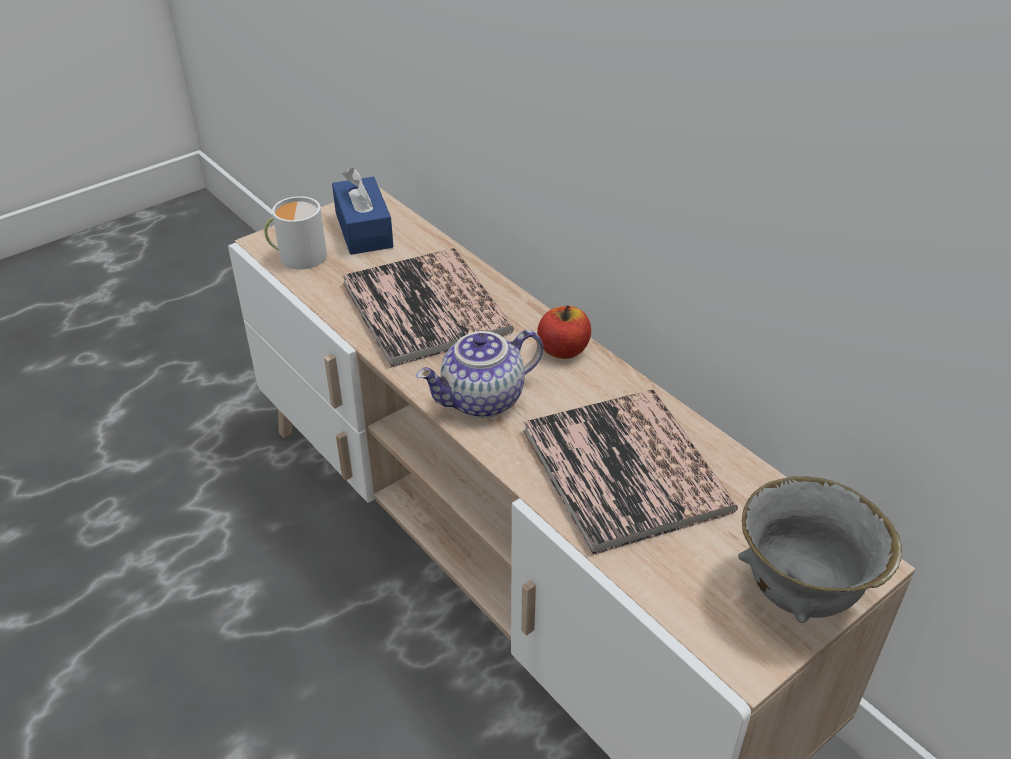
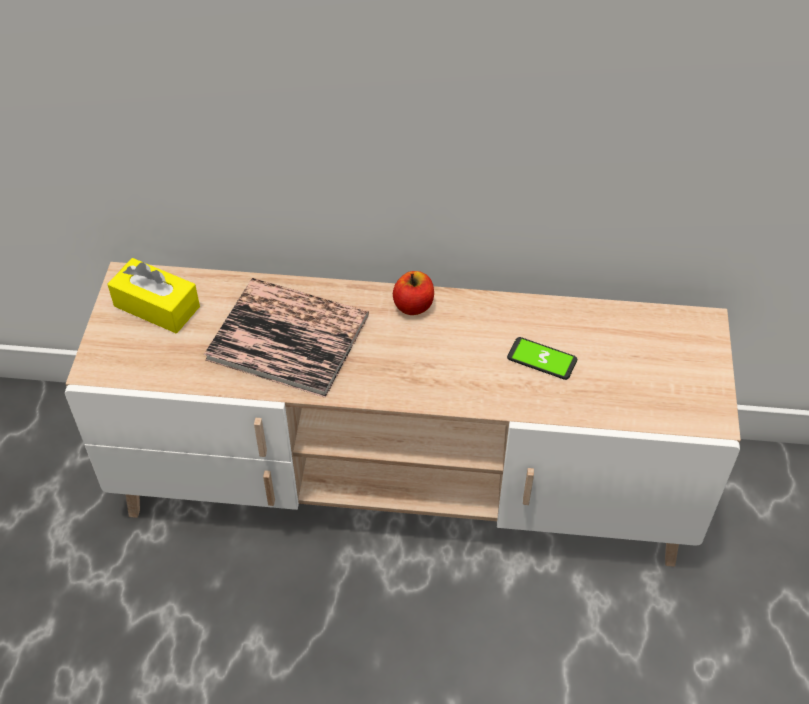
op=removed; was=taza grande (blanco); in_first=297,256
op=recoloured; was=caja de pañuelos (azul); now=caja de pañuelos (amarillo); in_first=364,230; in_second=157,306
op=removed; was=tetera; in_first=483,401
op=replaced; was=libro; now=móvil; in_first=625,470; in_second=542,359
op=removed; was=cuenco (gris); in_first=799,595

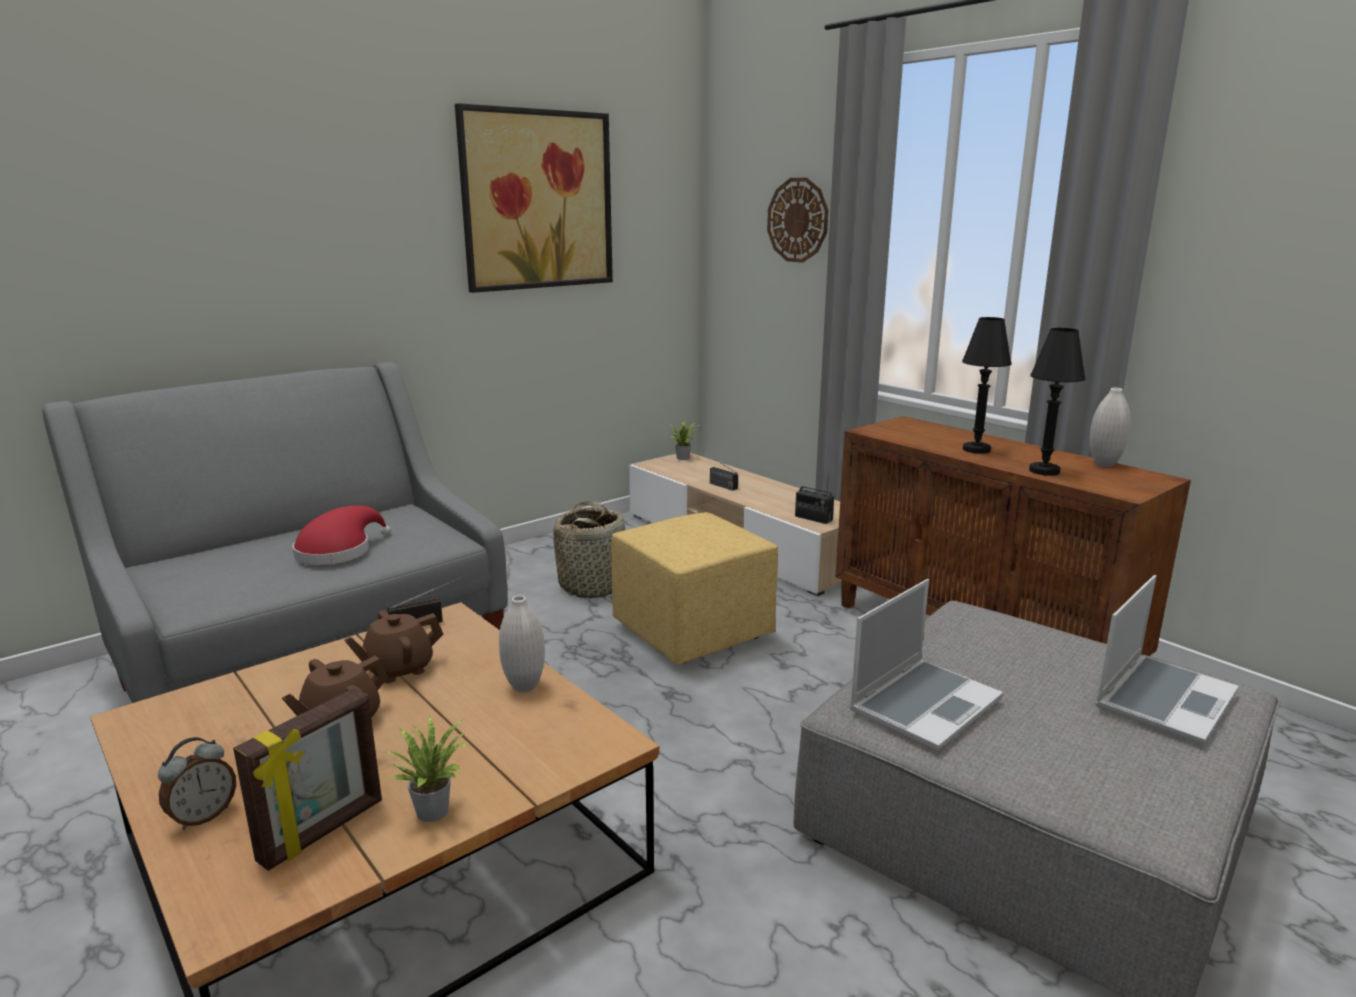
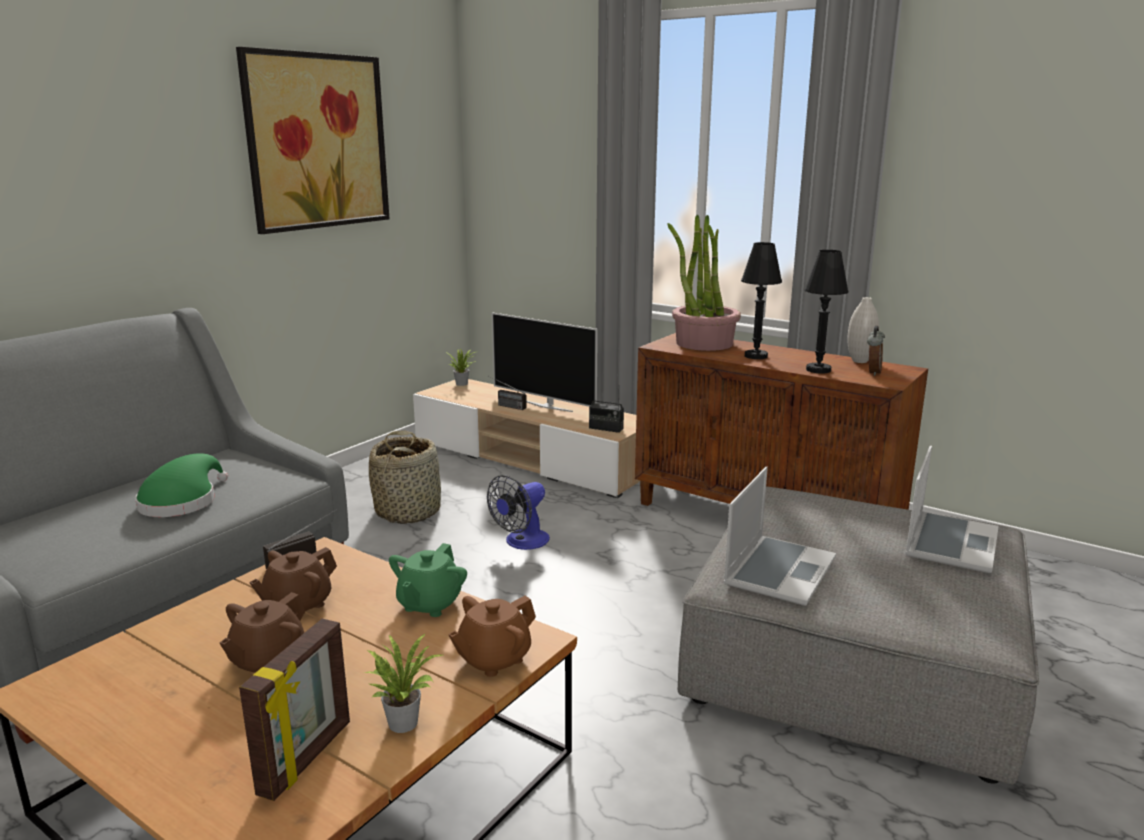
op=moved; was=despertador; in_first=203,816; in_second=872,372
op=recoloured; was=sombrero (rojo); now=sombrero (verde); in_first=338,551; in_second=182,501
op=replaced; was=florero (blanco); now=tetera (verde); in_first=524,687; in_second=429,604
op=replaced; was=puf (amarillo); now=ventilador; in_first=695,632; in_second=521,542
op=removed; was=reloj de pared; in_first=798,220
op=added; now=tetera (marrón); in_second=493,659
op=added; now=televisor; in_second=546,405
op=added; now=planta en maceta; in_second=703,343

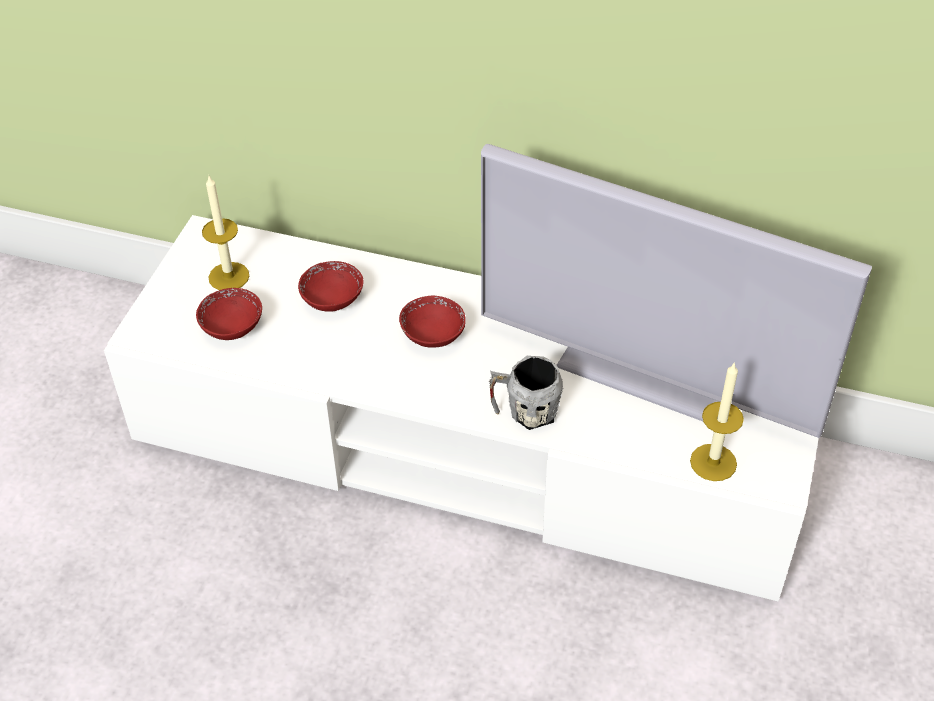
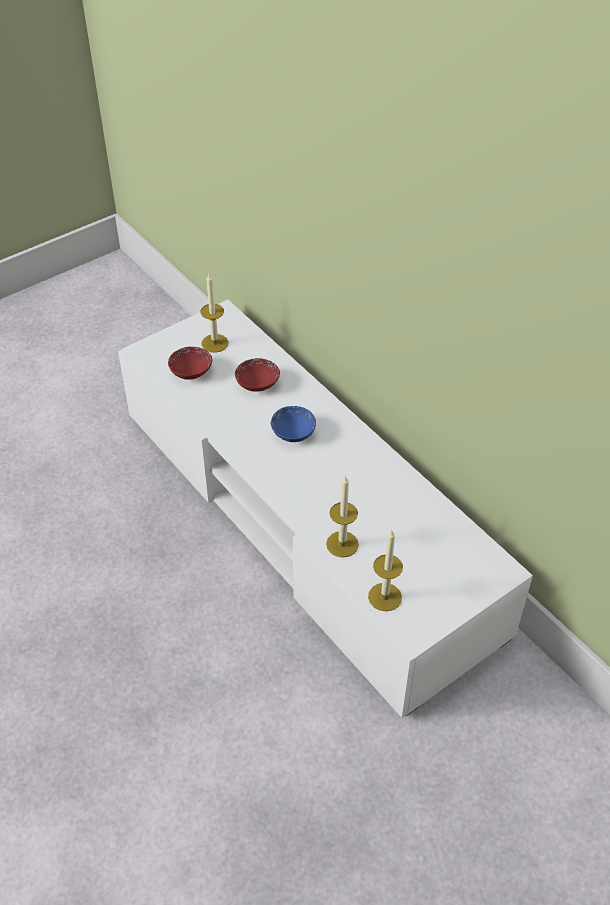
op=recoloured; was=cuenco (rojo); now=cuenco (azul); in_first=432,335; in_second=293,433
op=removed; was=televisor; in_first=648,375
op=removed; was=taza grande (gris); in_first=525,412
op=added; now=vela; in_second=342,544

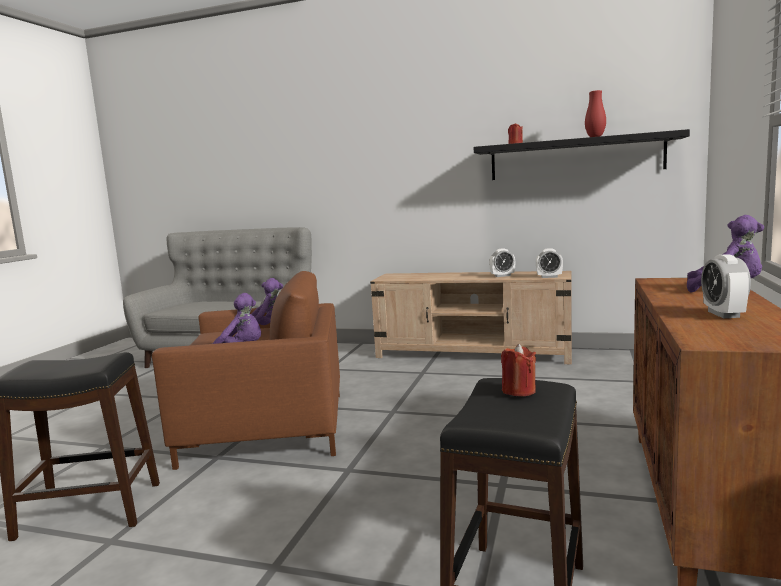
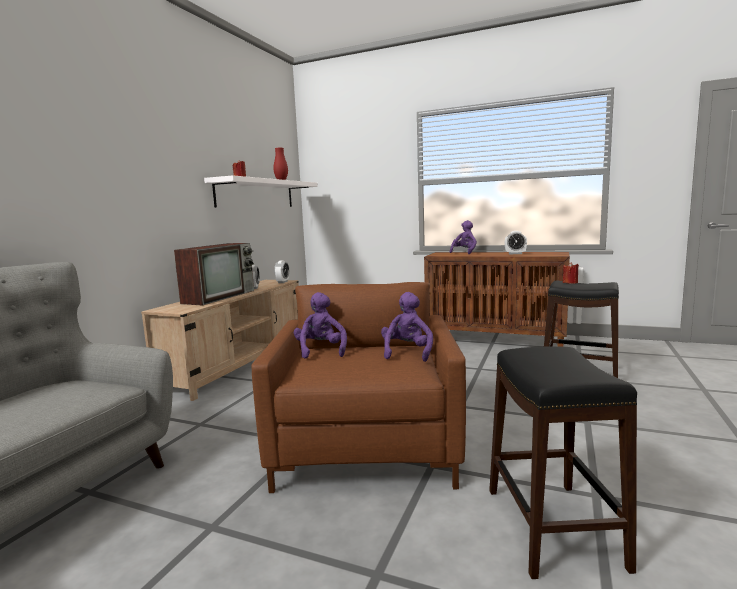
op=recoloured; was=estante (negro); now=estante (blanco); in_first=575,158; in_second=256,194
op=added; now=televisor; in_second=220,296

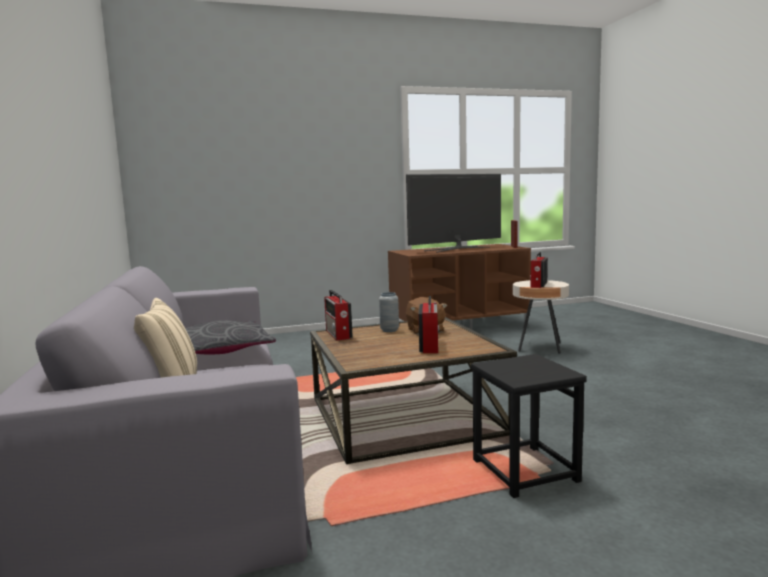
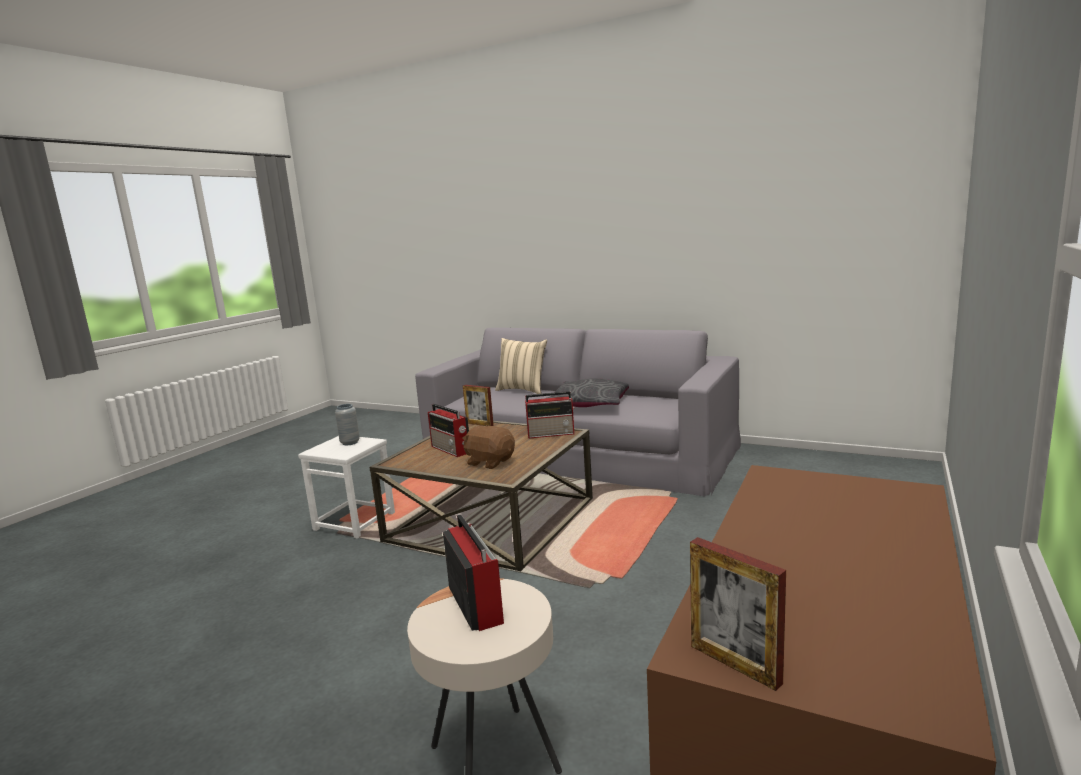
op=turned; was=radio; in_first=338,334; in_second=552,434; clockwise=150
op=moved; was=florero (gris); in_first=389,330; in_second=350,443
op=removed; was=televisor; in_first=457,249
op=recoloured; was=taburete (negro); now=taburete (blanco); in_first=524,471; in_second=355,521
op=added; now=portarretratos; in_second=479,424

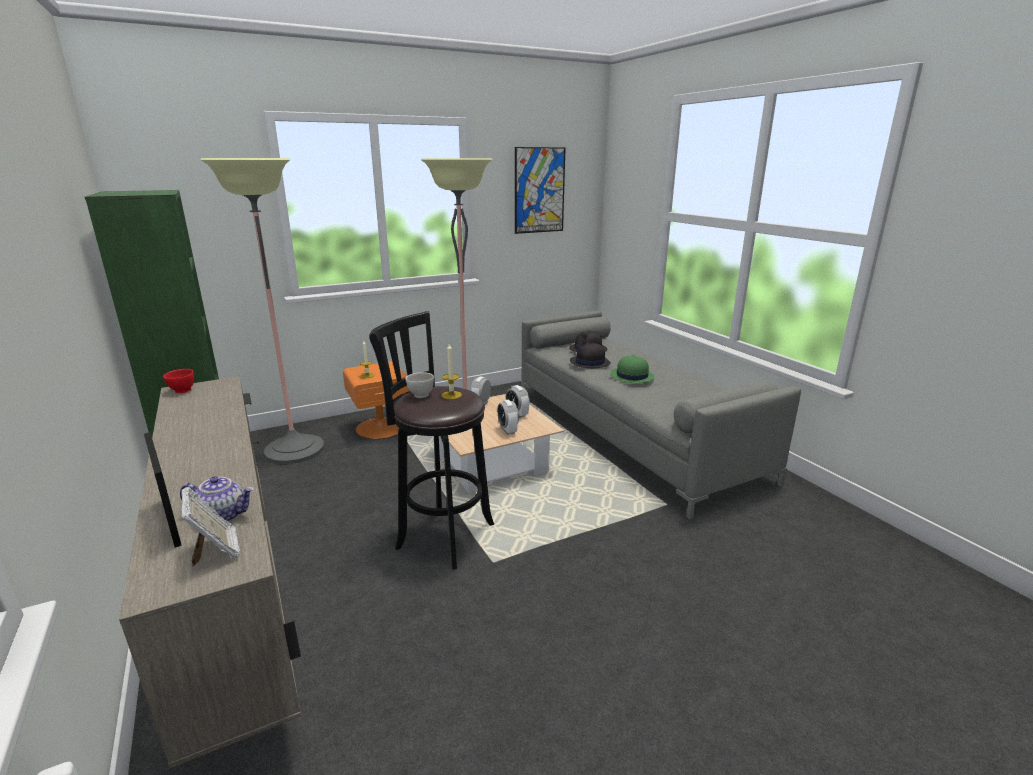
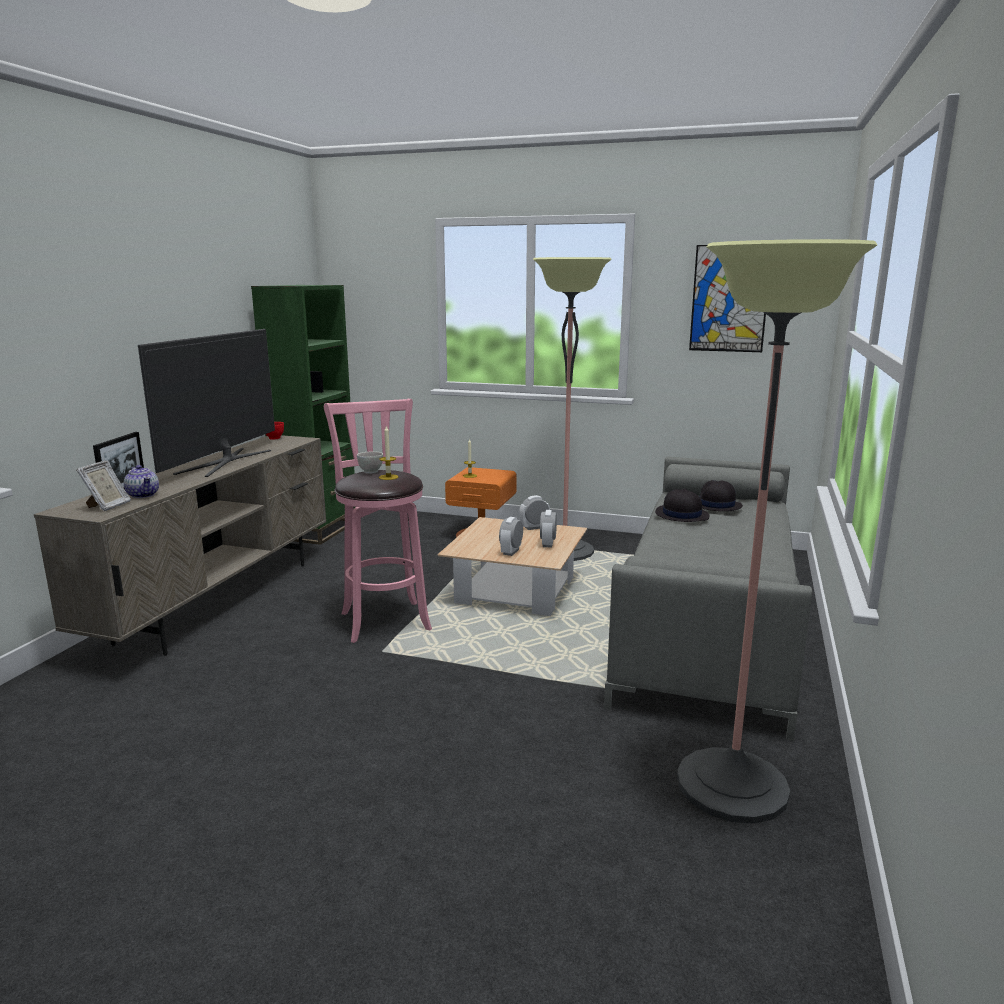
op=moved; was=lámpara de pie; in_first=294,450; in_second=732,785
op=recoloured; was=taburete (negro); now=taburete (rosa); in_first=441,534; in_second=384,619
op=removed; was=sombrero (verde); in_first=631,376
op=added; now=televisor; in_second=225,461

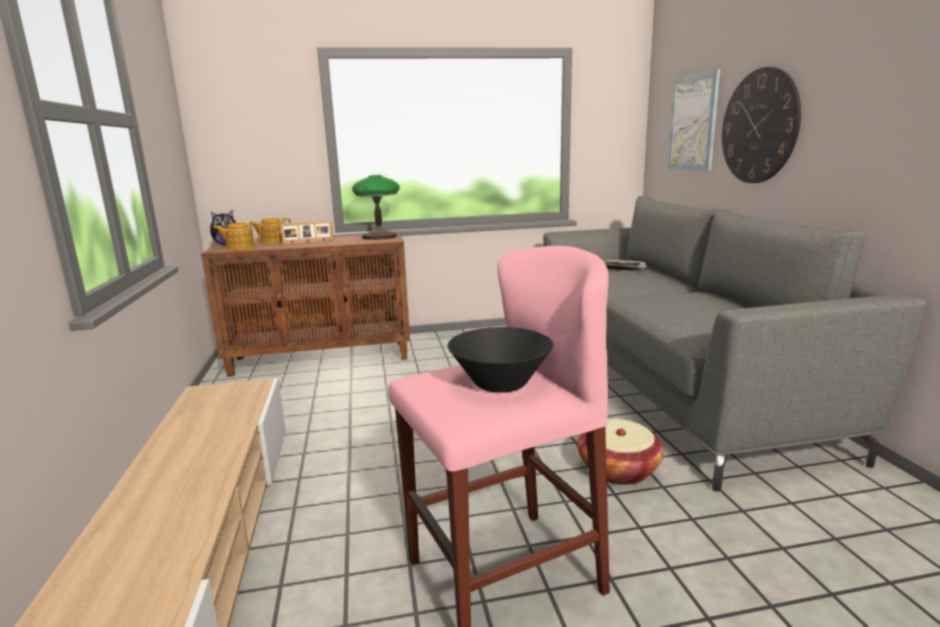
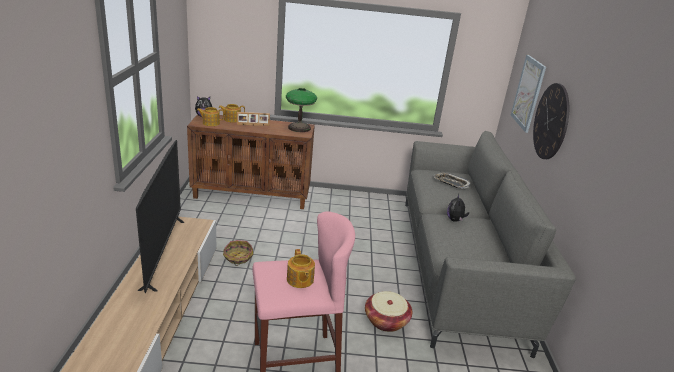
op=replaced; was=cuenco (negro); now=tetera; in_first=500,384; in_second=300,280
op=added; now=televisor; in_second=163,252
op=added; now=cesta; in_second=238,257
op=added; now=peluche; in_second=455,220

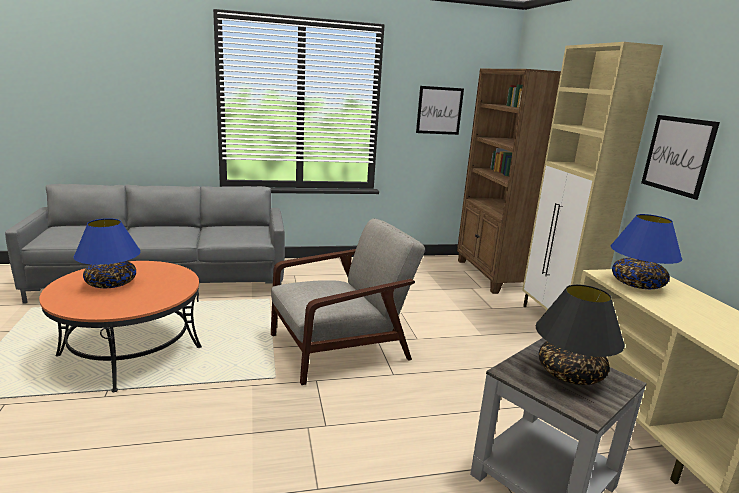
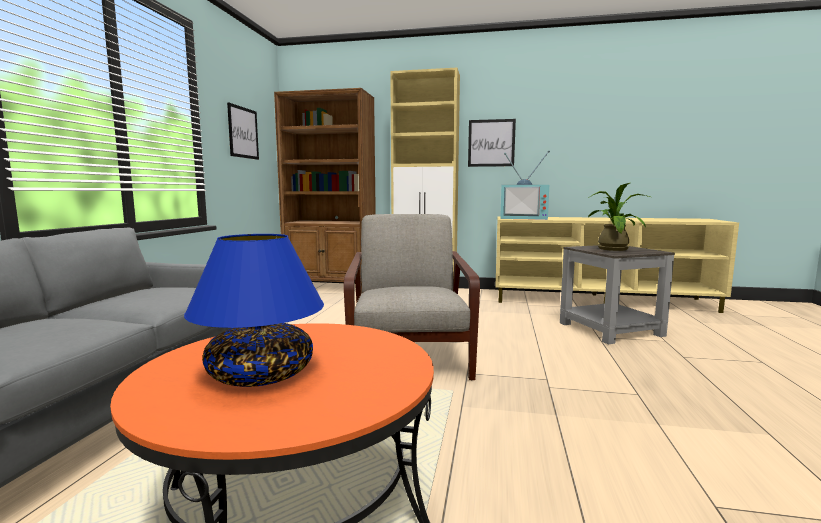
op=replaced; was=lámpara de mesa (negro); now=planta en maceta; in_first=570,373; in_second=612,248
op=replaced; was=lámpara de mesa (azul); now=televisor; in_first=637,284; in_second=524,218

